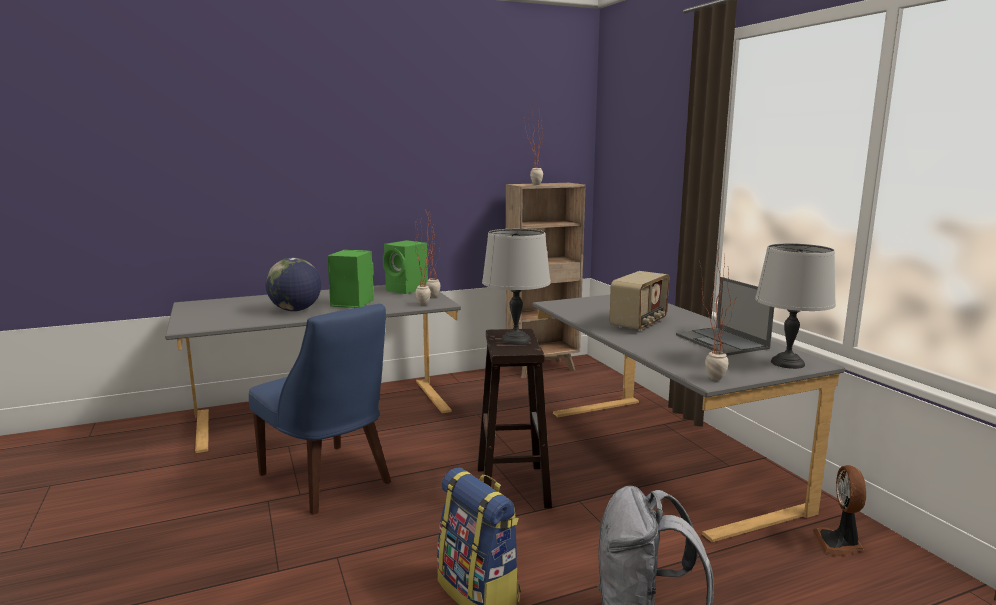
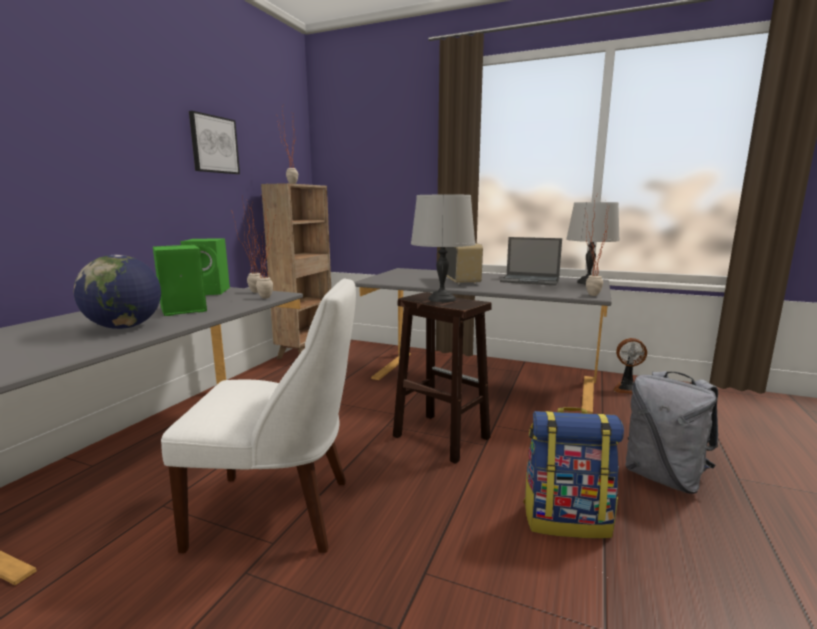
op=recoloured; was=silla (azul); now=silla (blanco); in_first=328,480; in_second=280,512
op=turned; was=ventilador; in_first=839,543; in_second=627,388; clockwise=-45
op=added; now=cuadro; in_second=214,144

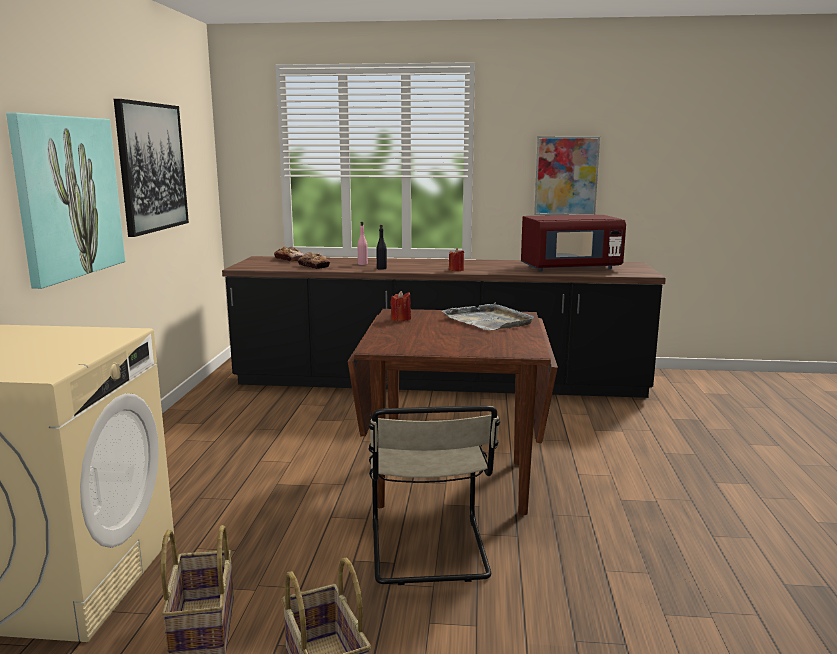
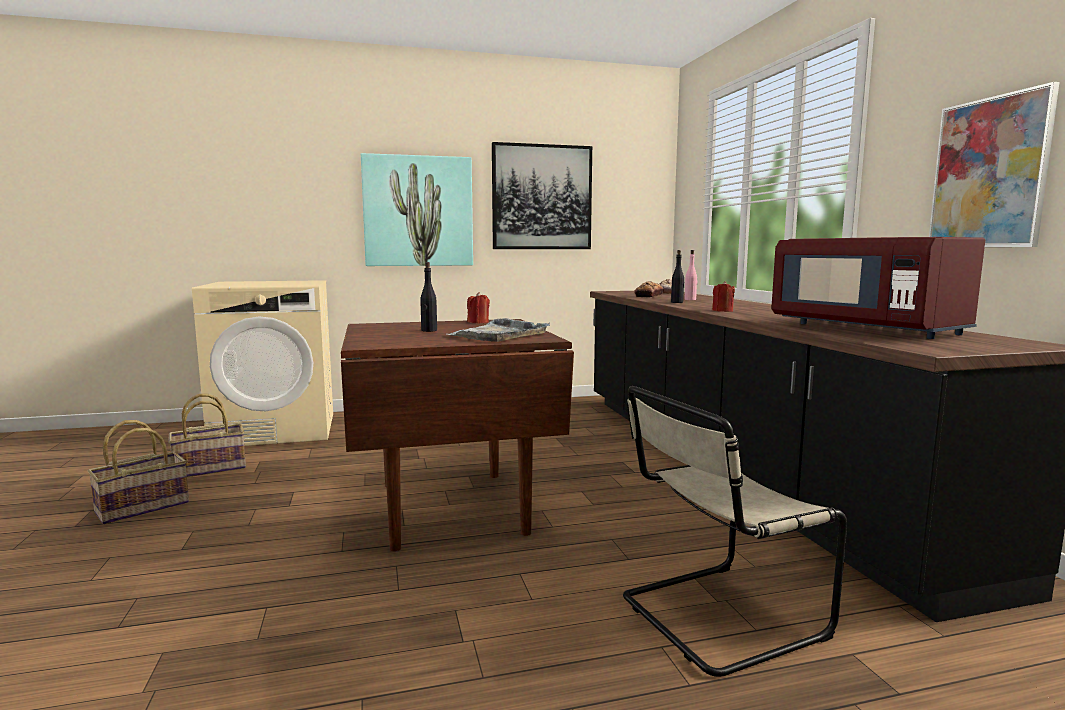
op=moved; was=silla (beis); in_first=429,553; in_second=715,617
op=added; now=botella (negro); in_second=429,330

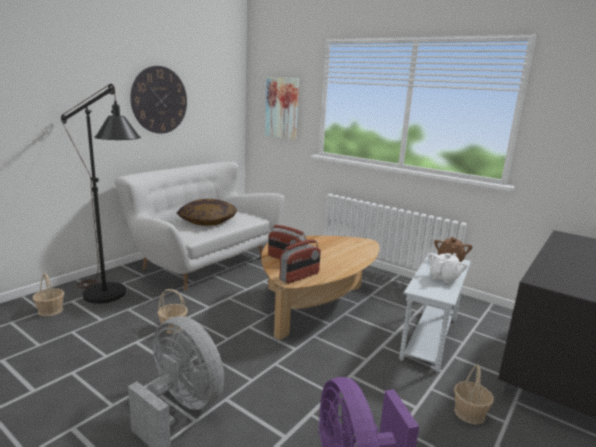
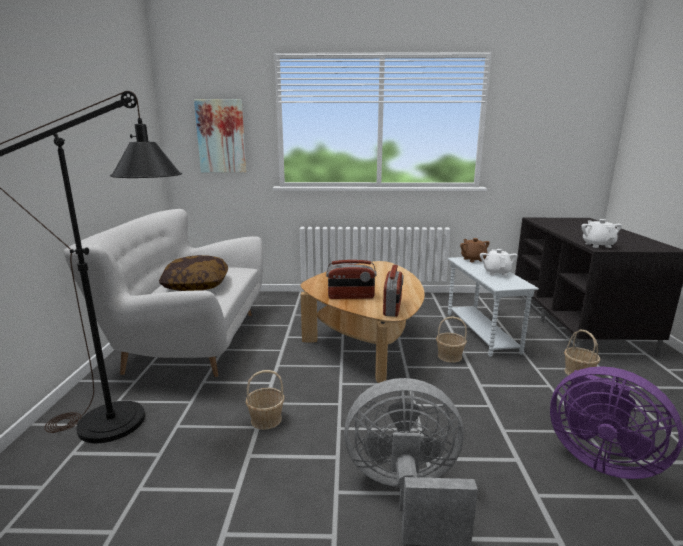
op=moved; was=cesta; in_first=50,310; in_second=449,356
op=removed; was=reloj de pared; in_first=159,100
op=added; now=tetera (blanco); in_second=598,245

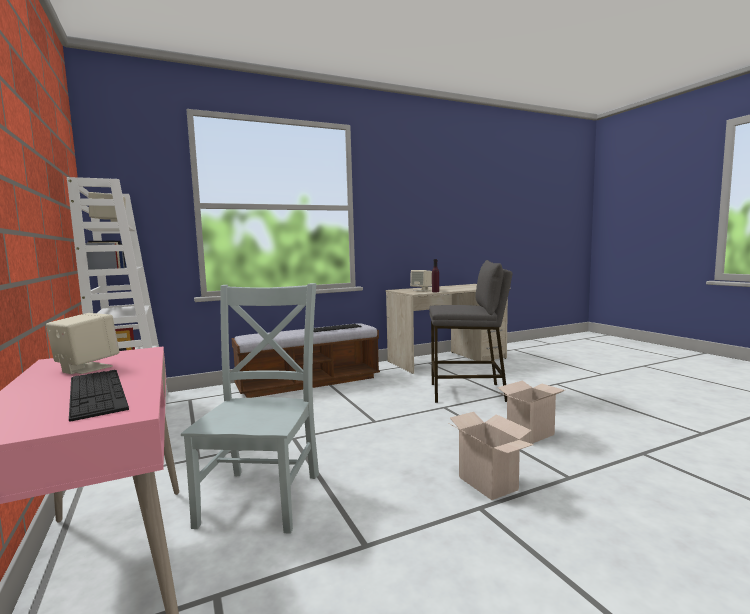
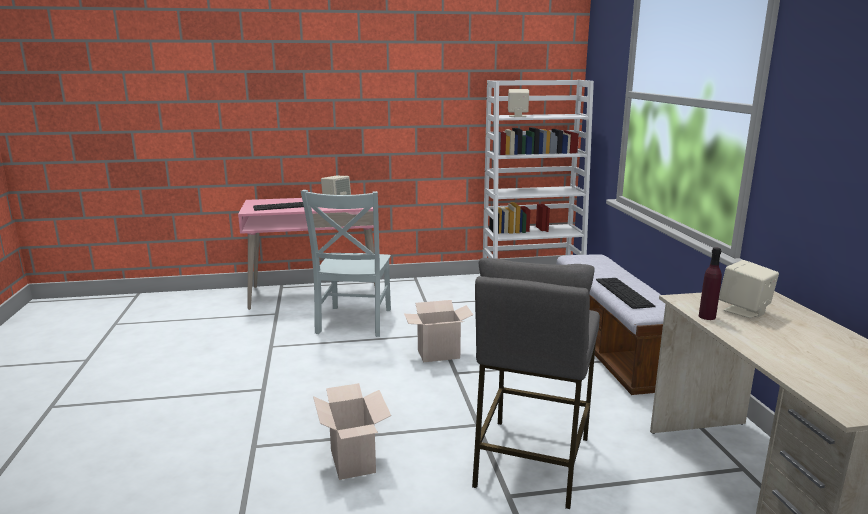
op=turned; was=silla (gris); in_first=263,495; in_second=353,322; clockwise=75
op=moved; was=caja de cartón; in_first=490,484; in_second=437,355

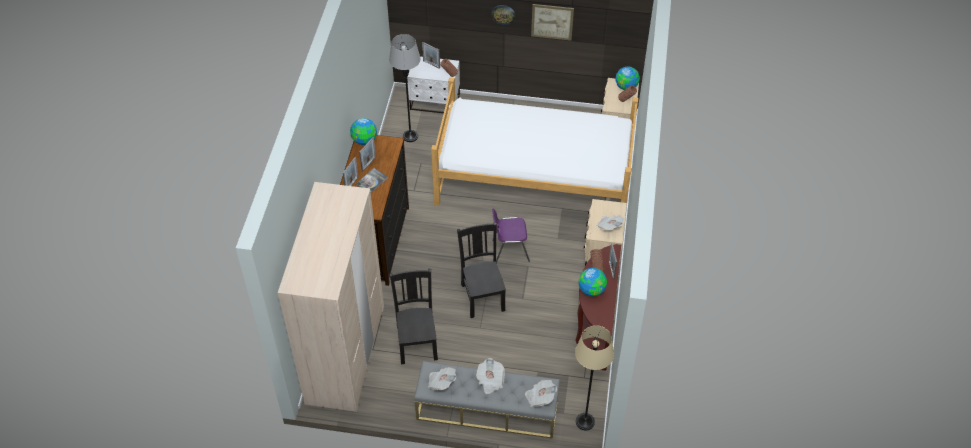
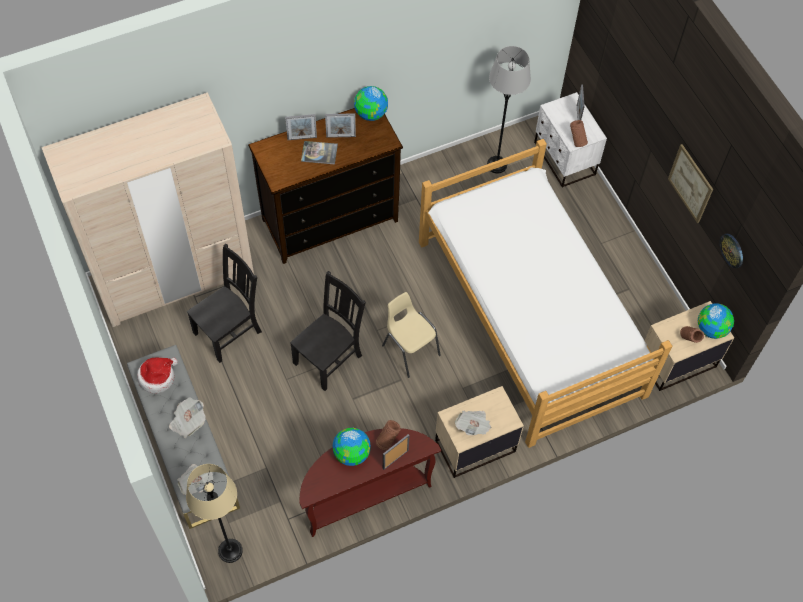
op=replaced; was=periódico; now=sombrero; in_first=441,382; in_second=157,377
op=moved; was=reloj de pared; in_first=503,14; in_second=732,250
op=recoloured; was=silla (morado); now=silla (beis); in_first=509,250; in_second=410,349

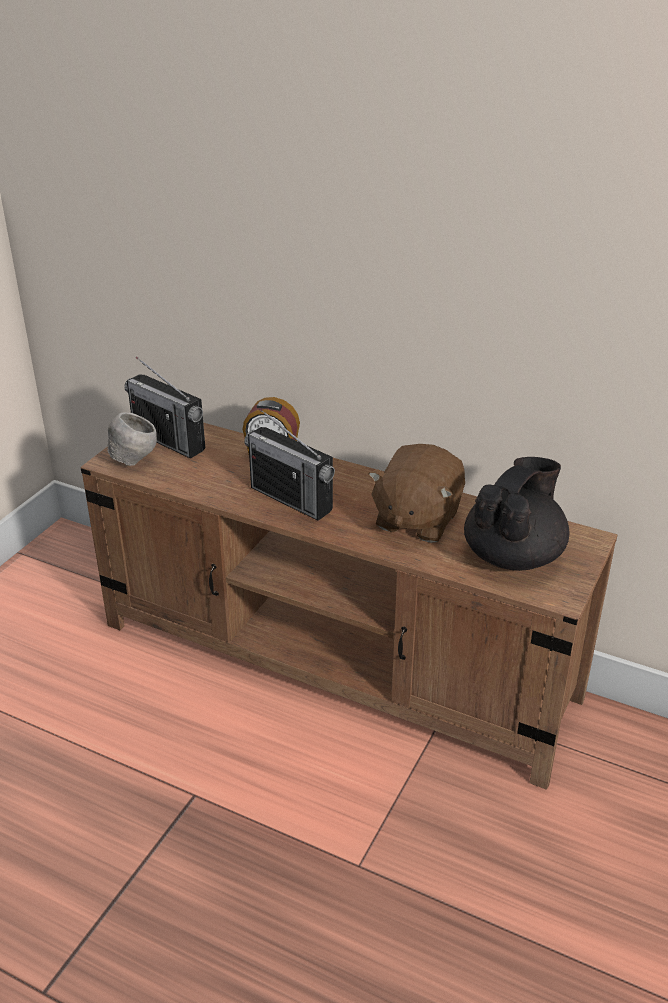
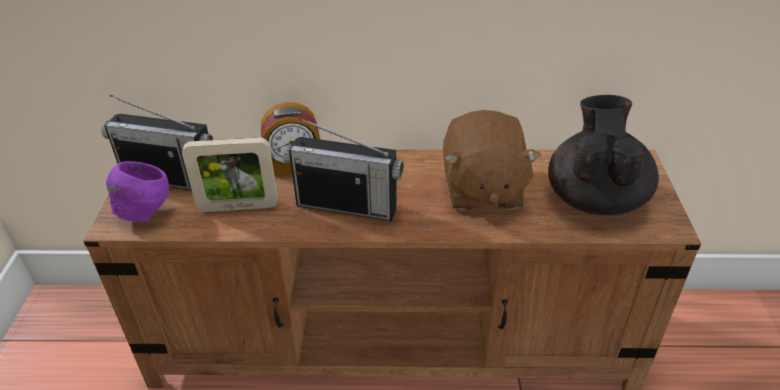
op=recoloured; was=cuenco (gris); now=cuenco (morado); in_first=134,461; in_second=145,214
op=added; now=portarretratos; in_second=238,207

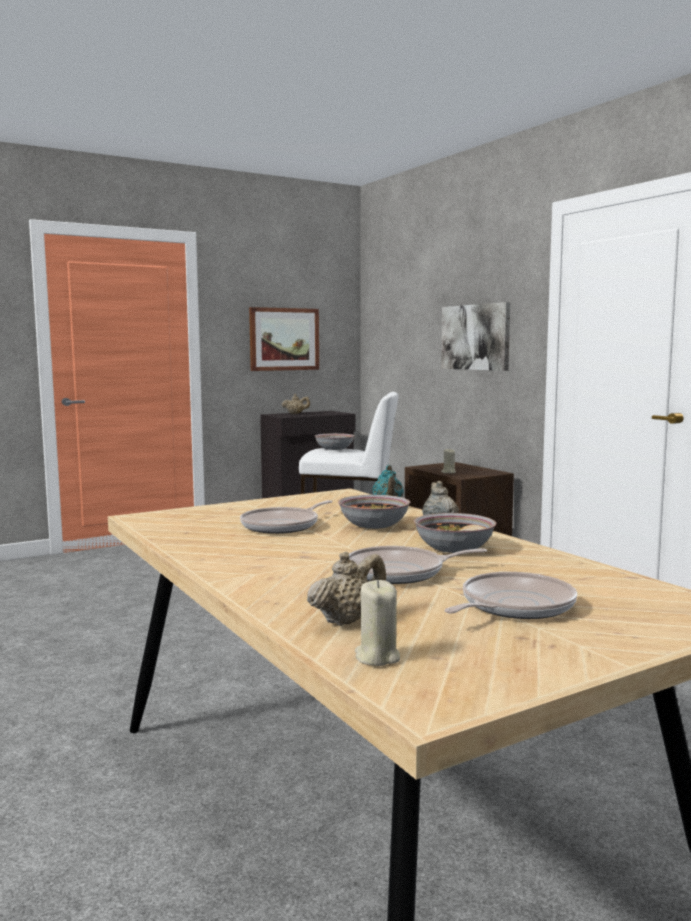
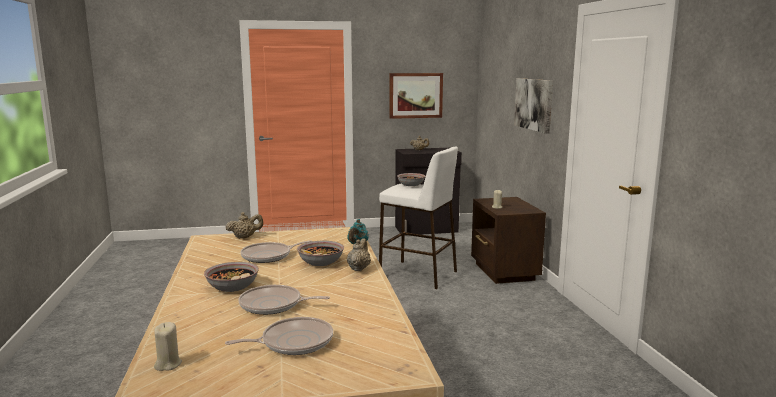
op=moved; was=tetera (beis); in_first=347,620; in_second=245,237
op=moved; was=cuenco; in_first=454,548; in_second=232,287

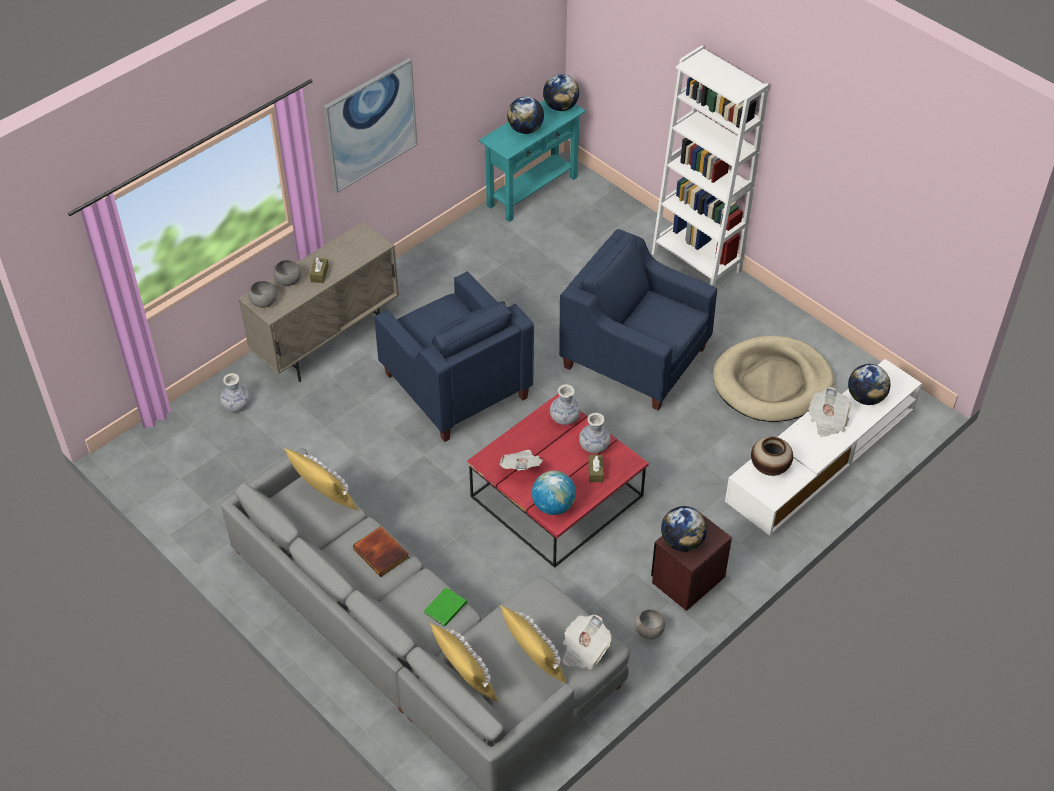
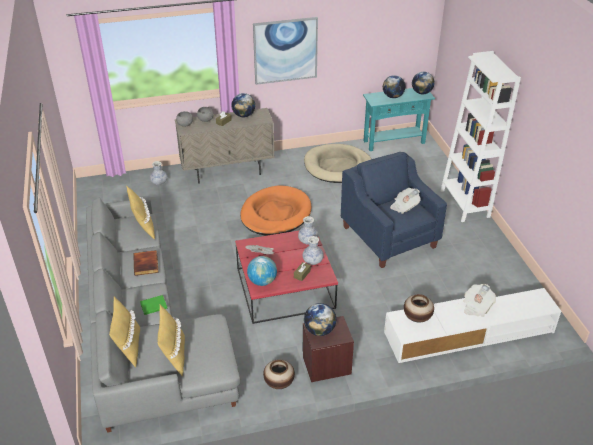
op=replaced; was=sillón (azul); now=cama para perro (naranja); in_first=455,386; in_second=275,214
op=moved; was=periódico; in_first=584,650; in_second=404,206
op=replaced; was=cuenco (gris); now=florero; in_first=649,631; in_second=279,383
op=moved; was=cama para perro (beis); in_first=772,383; in_second=338,167
op=moved; was=globo terráqueo; in_first=865,397; in_second=244,115

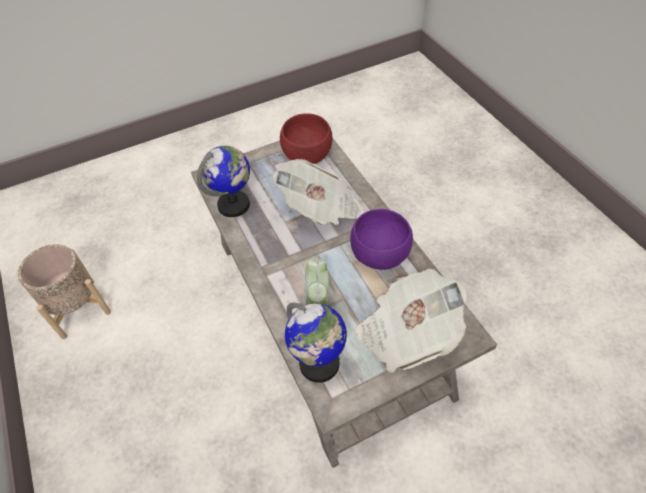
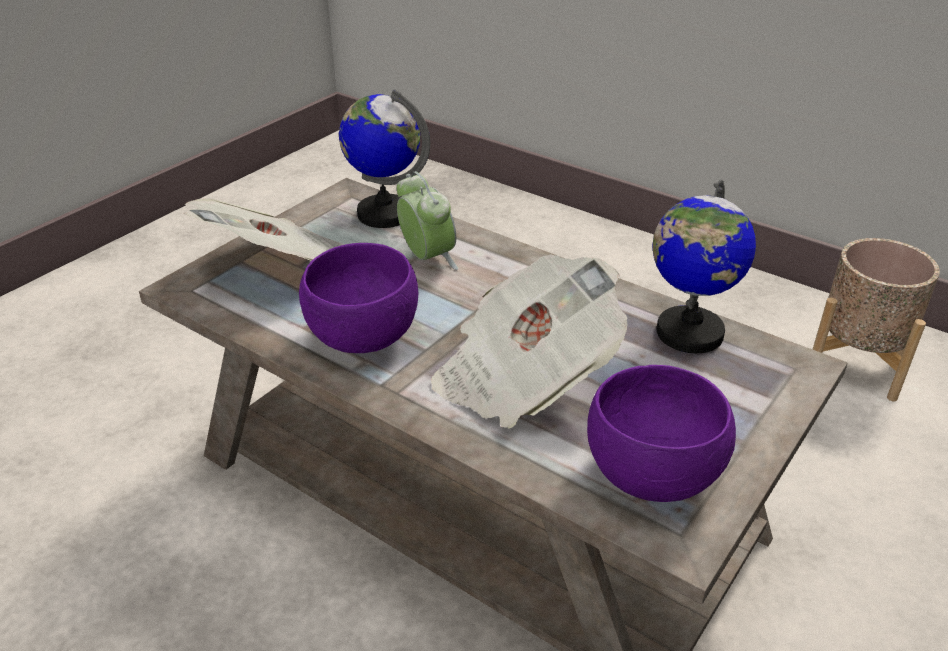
op=recoloured; was=cuenco (rojo); now=cuenco (morado); in_first=306,157; in_second=653,474

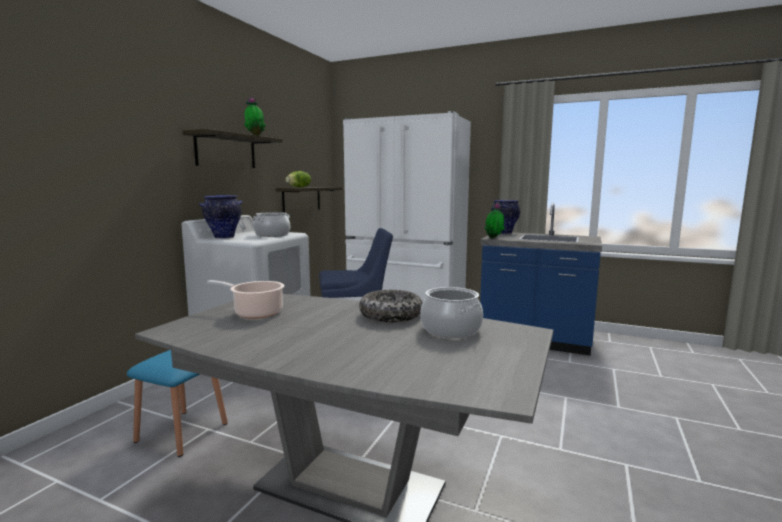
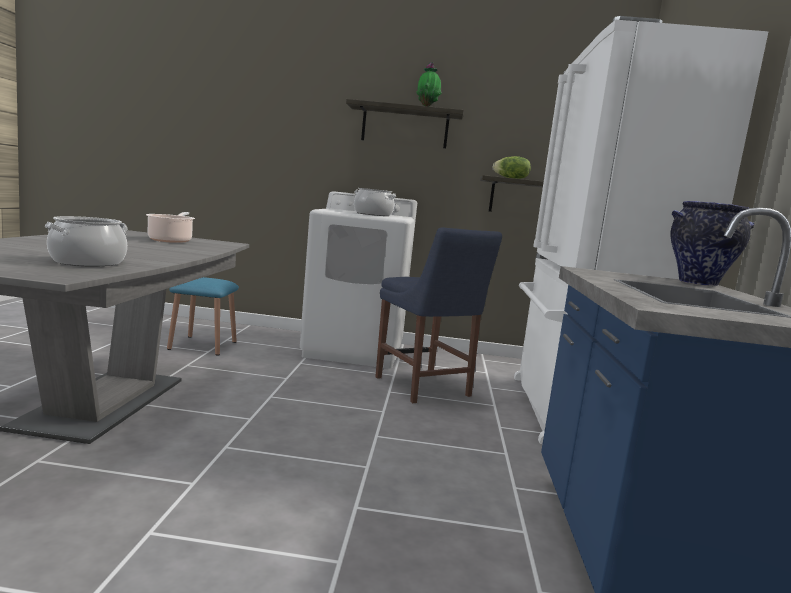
op=removed; was=florero; in_first=223,237
op=removed; was=cuenco; in_first=391,315
op=removed; was=planta en maceta; in_first=493,238

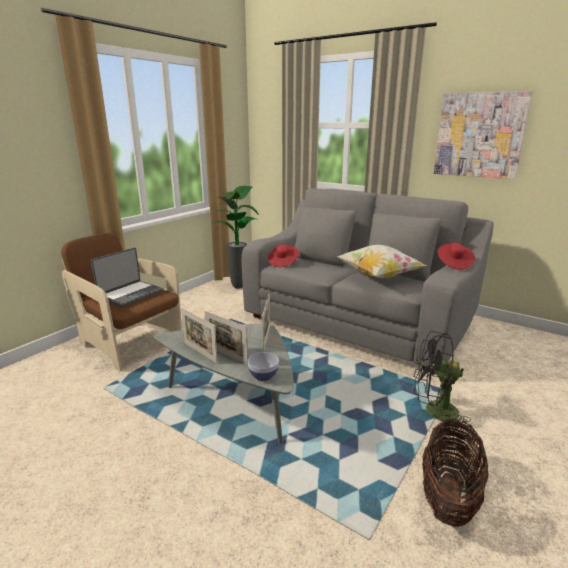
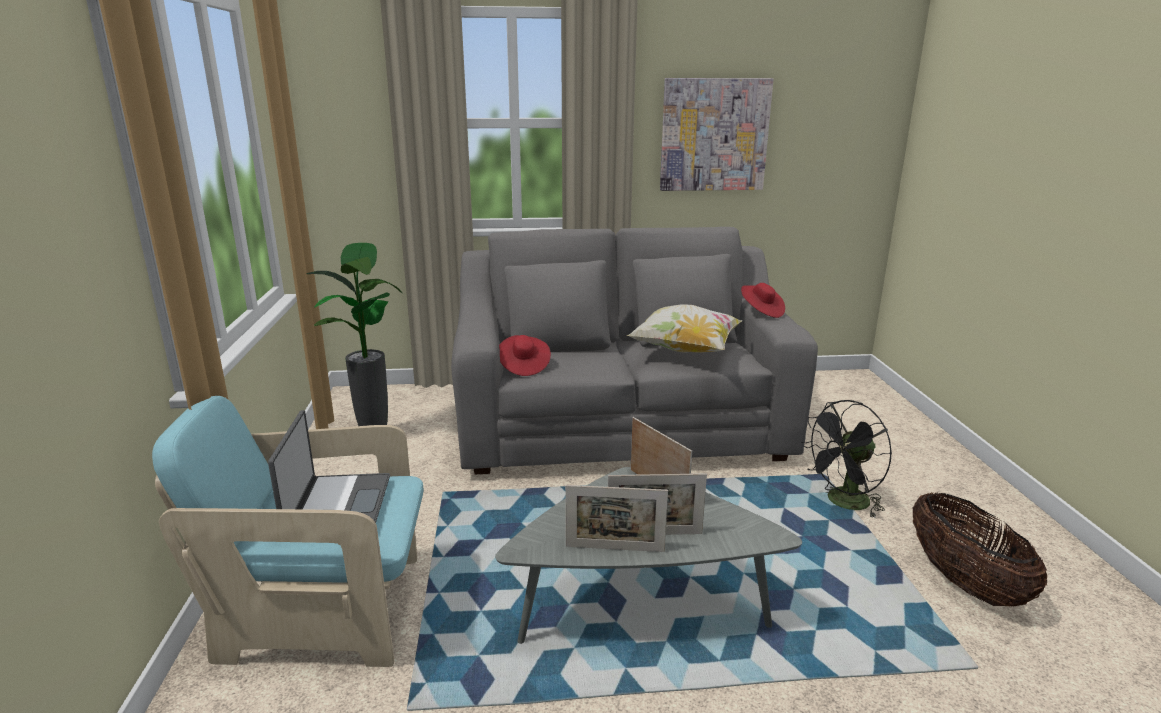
op=recoloured; was=sillón (marrón); now=sillón (turquesa); in_first=129,343; in_second=324,612
op=removed; was=cuenco; in_first=263,376

